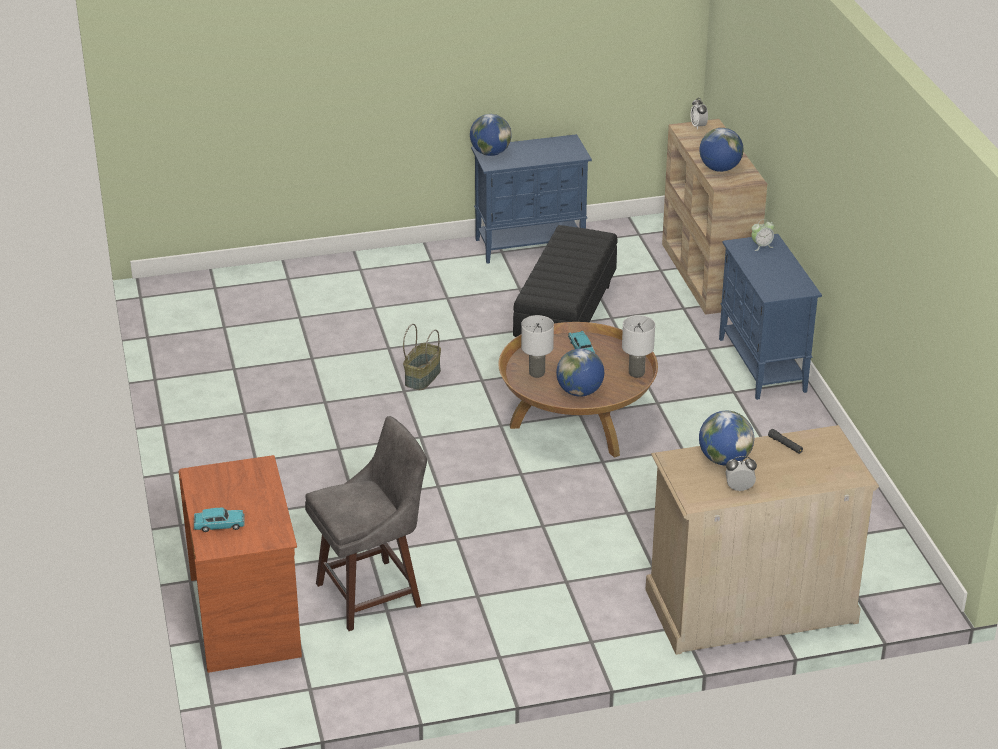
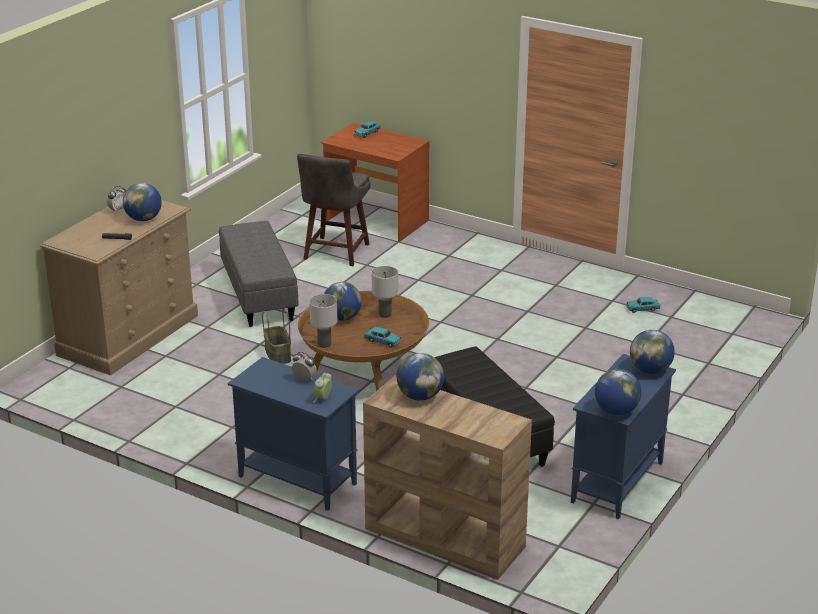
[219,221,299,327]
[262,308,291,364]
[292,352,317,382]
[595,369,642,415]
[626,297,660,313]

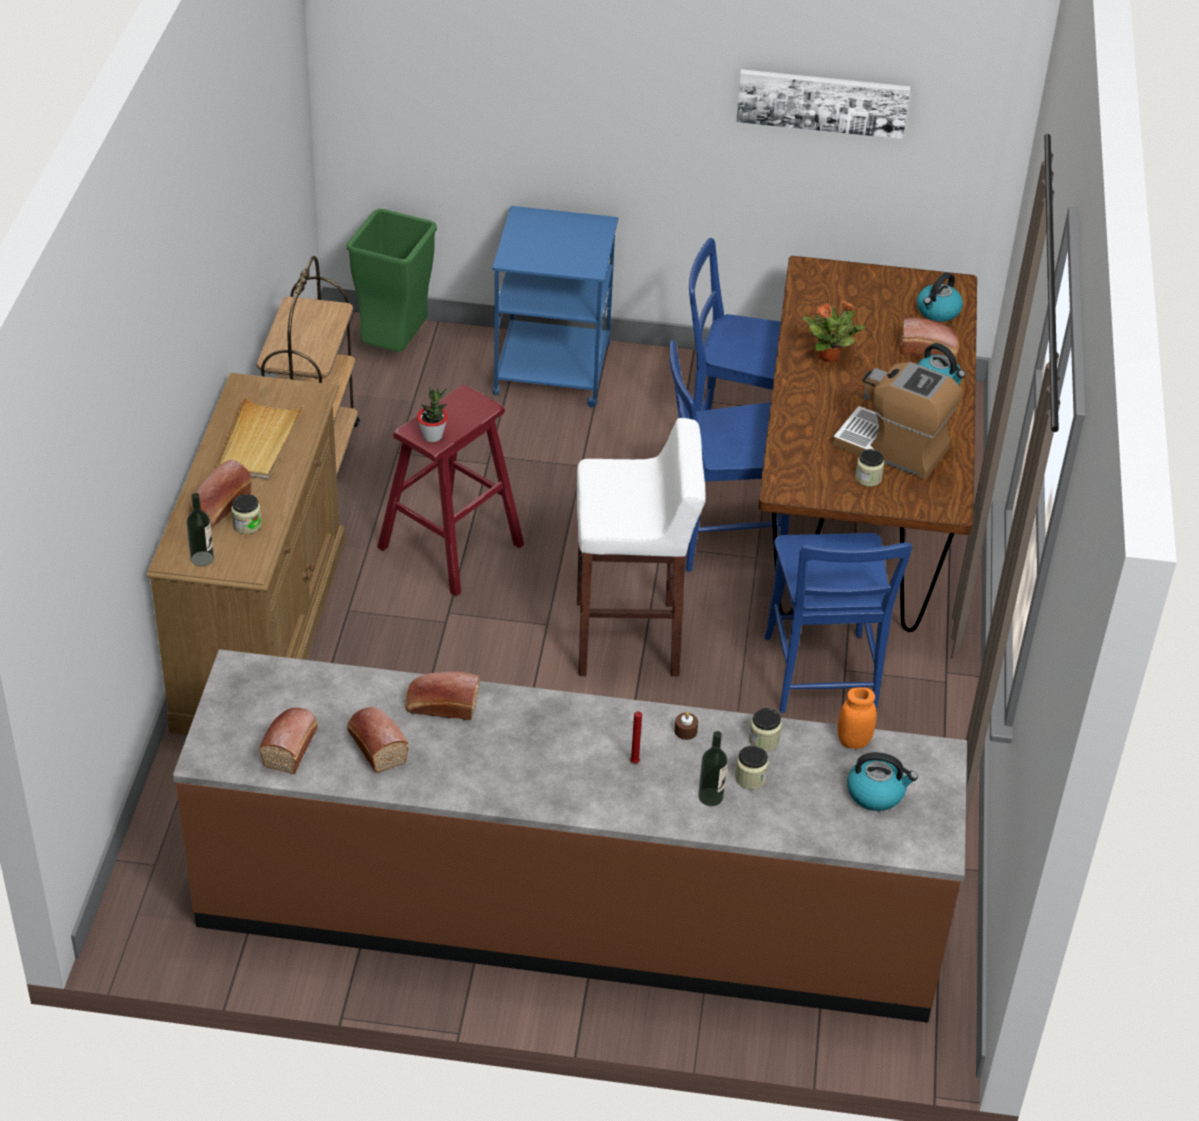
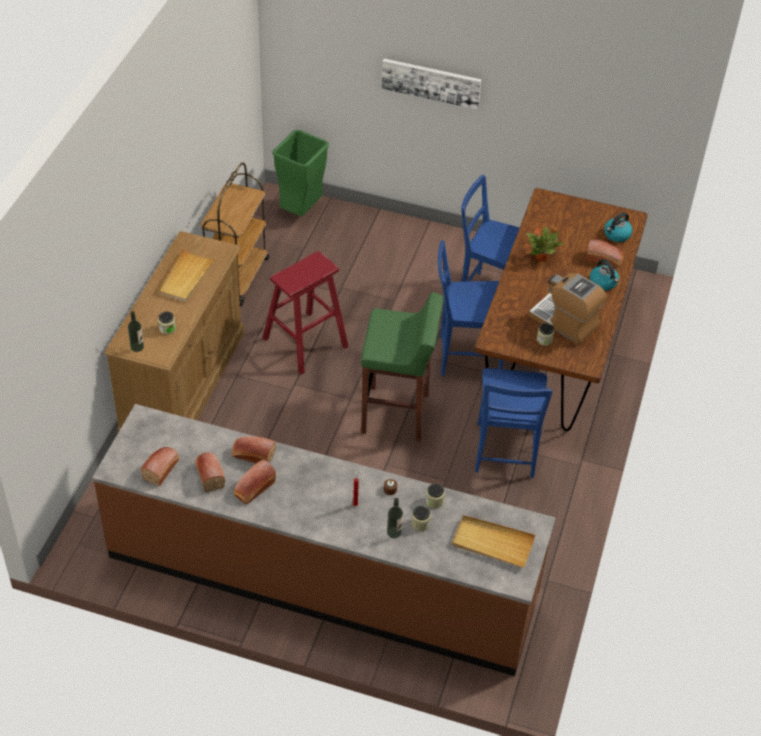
[234,460,276,504]
[361,292,443,441]
[381,58,482,110]
[452,515,535,568]
[417,388,448,442] (first image)
[492,206,618,407] (first image)
[837,687,877,749] (first image)

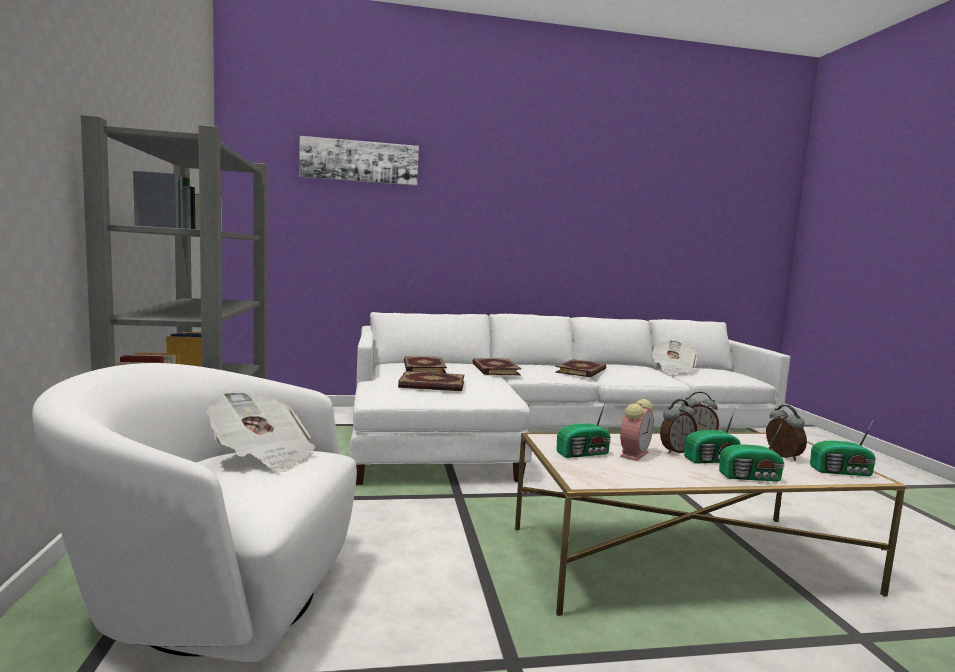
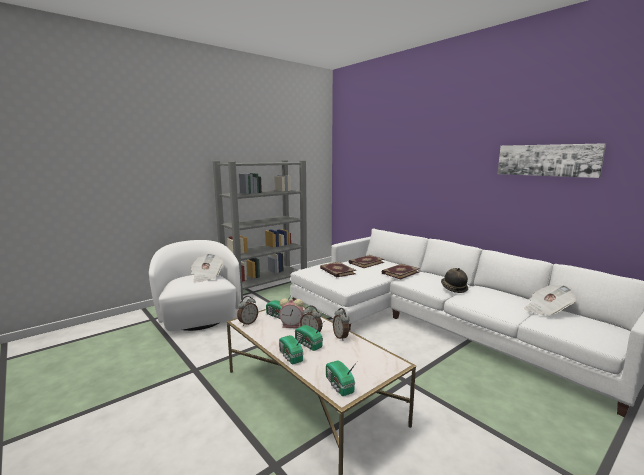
[237,296,258,326]
[441,268,468,293]
[498,143,606,178]

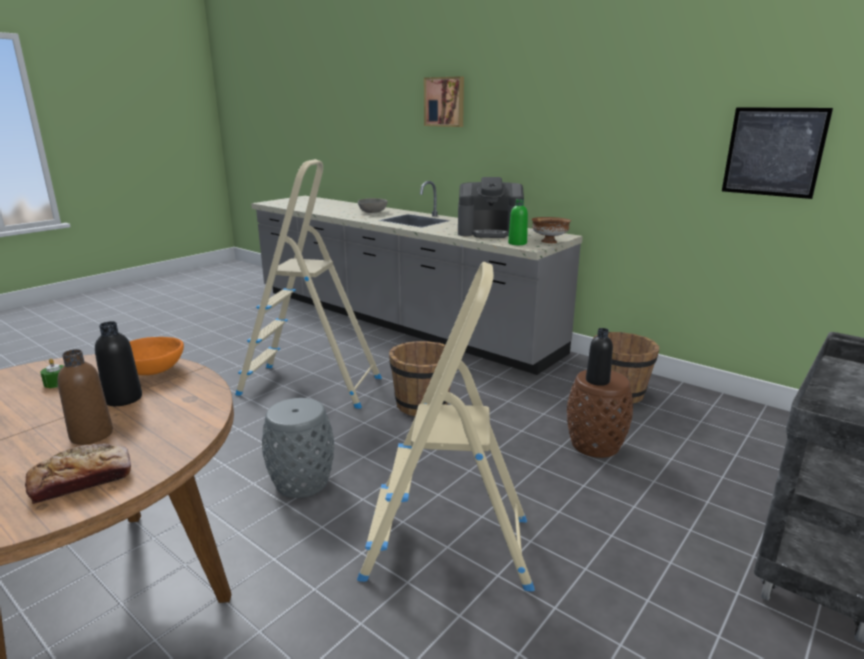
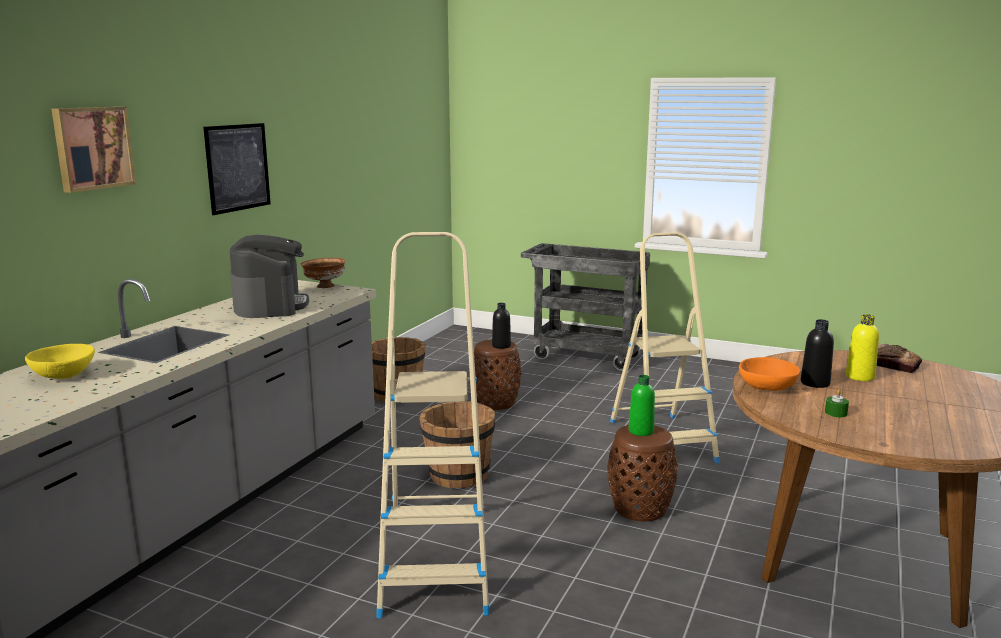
[25,344,95,379]
[203,123,271,215]
[607,425,678,521]
[629,375,655,436]
[846,314,879,381]

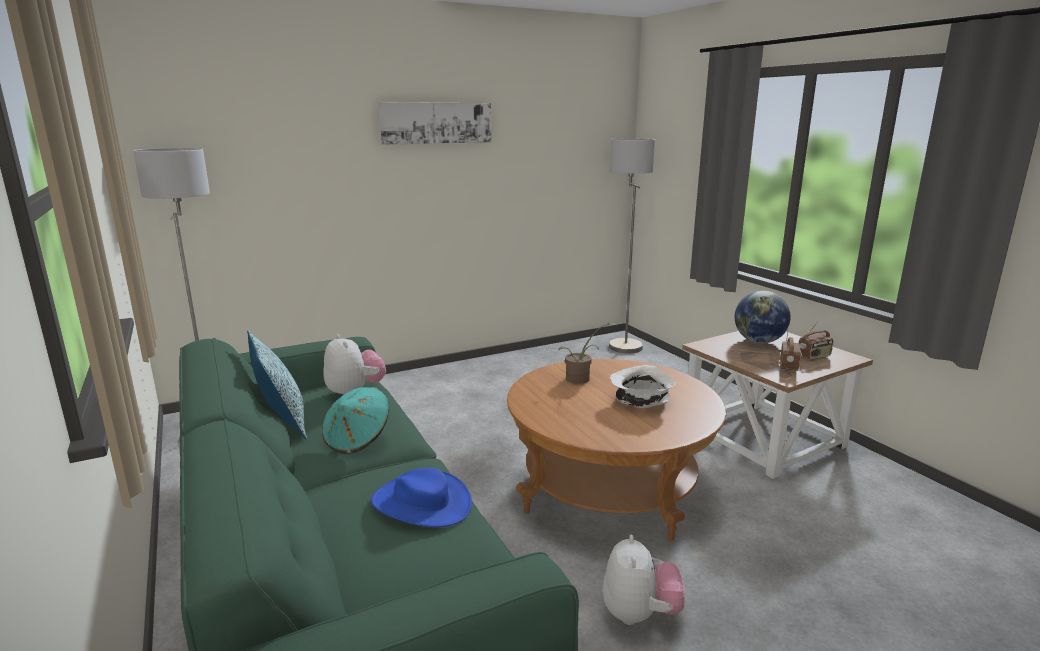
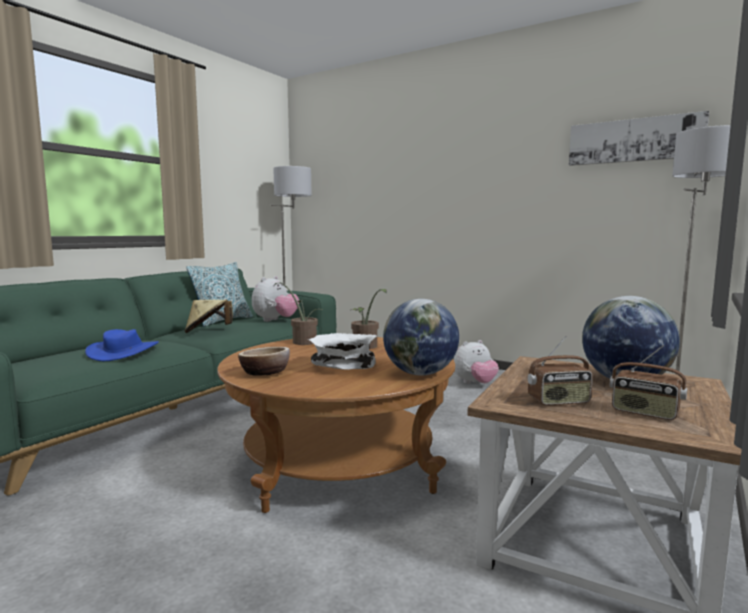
[185,299,232,333]
[238,347,290,376]
[274,282,324,345]
[383,299,459,376]
[453,340,499,384]
[569,111,709,166]

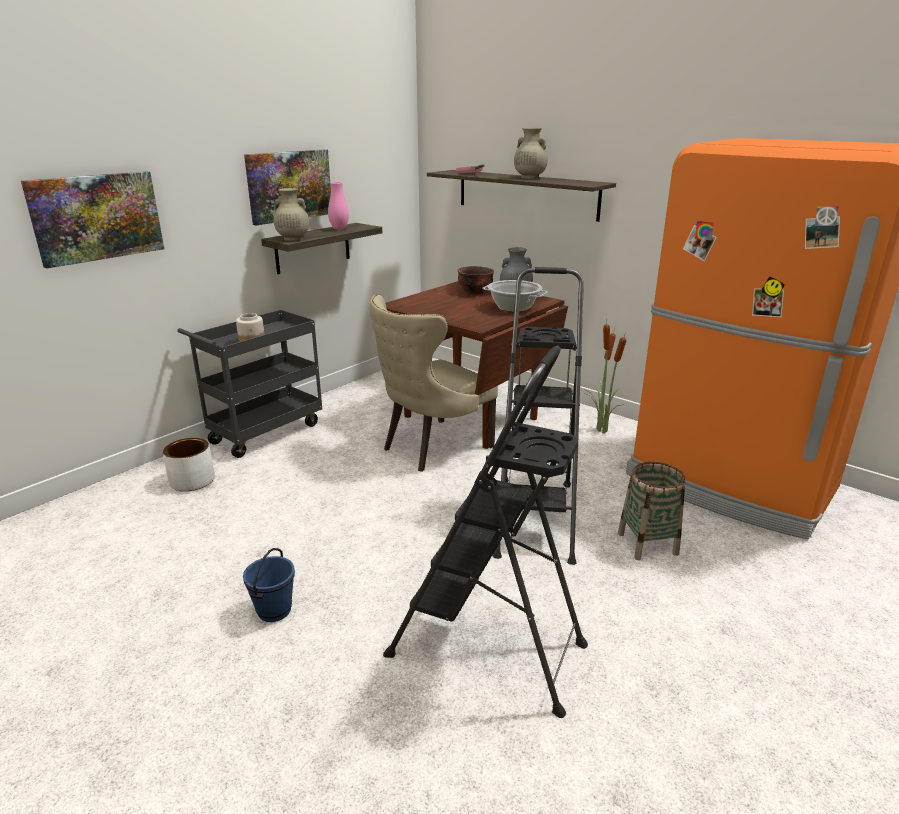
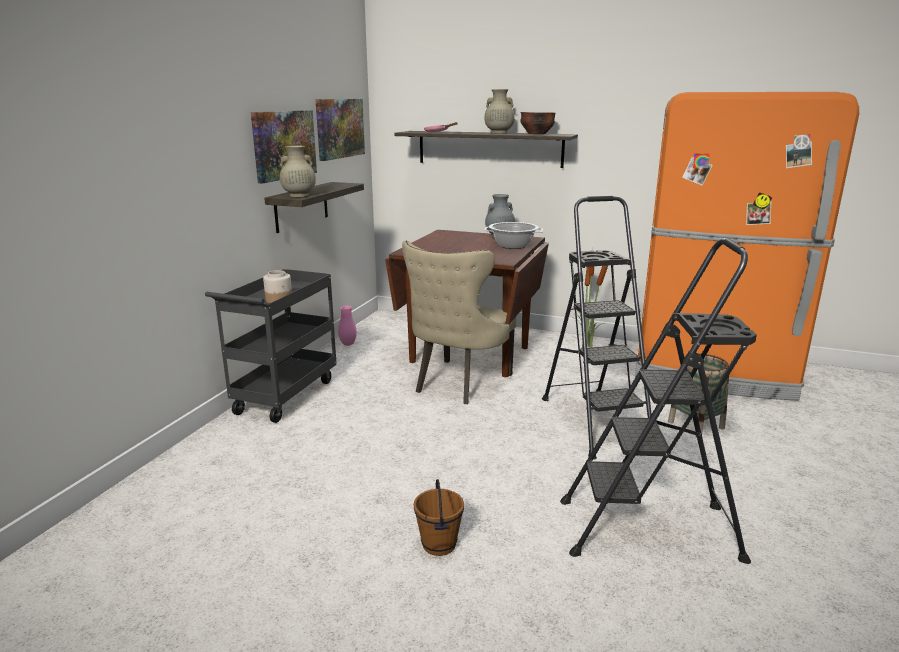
[315,99,365,161]
[338,306,357,346]
[414,479,464,556]
[520,112,556,134]
[163,438,215,492] (first image)

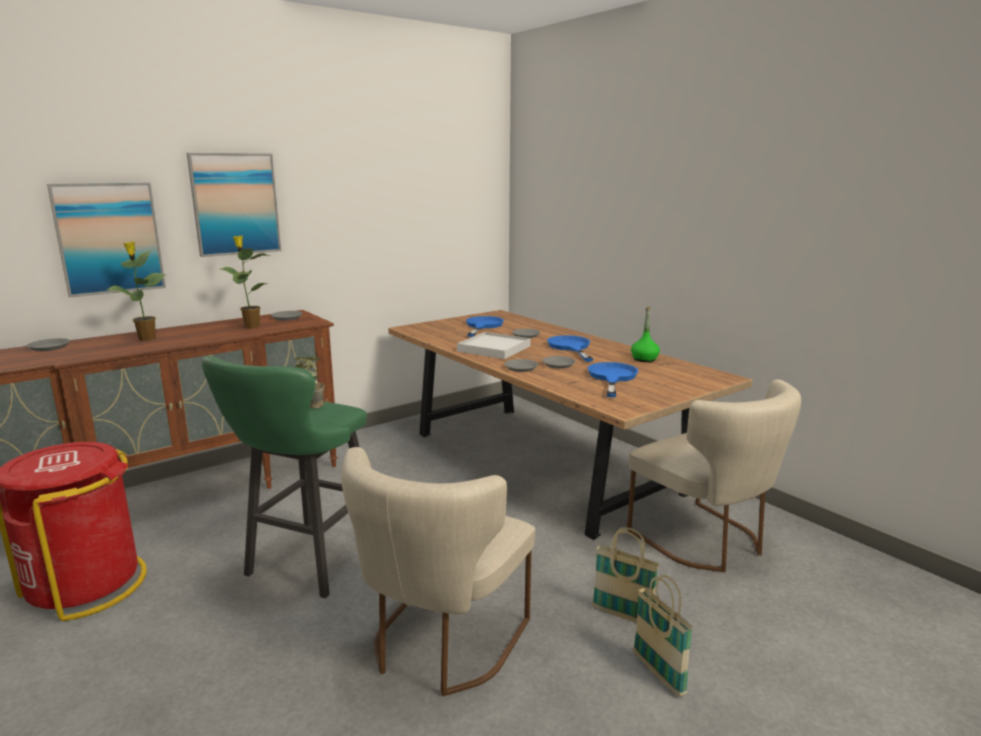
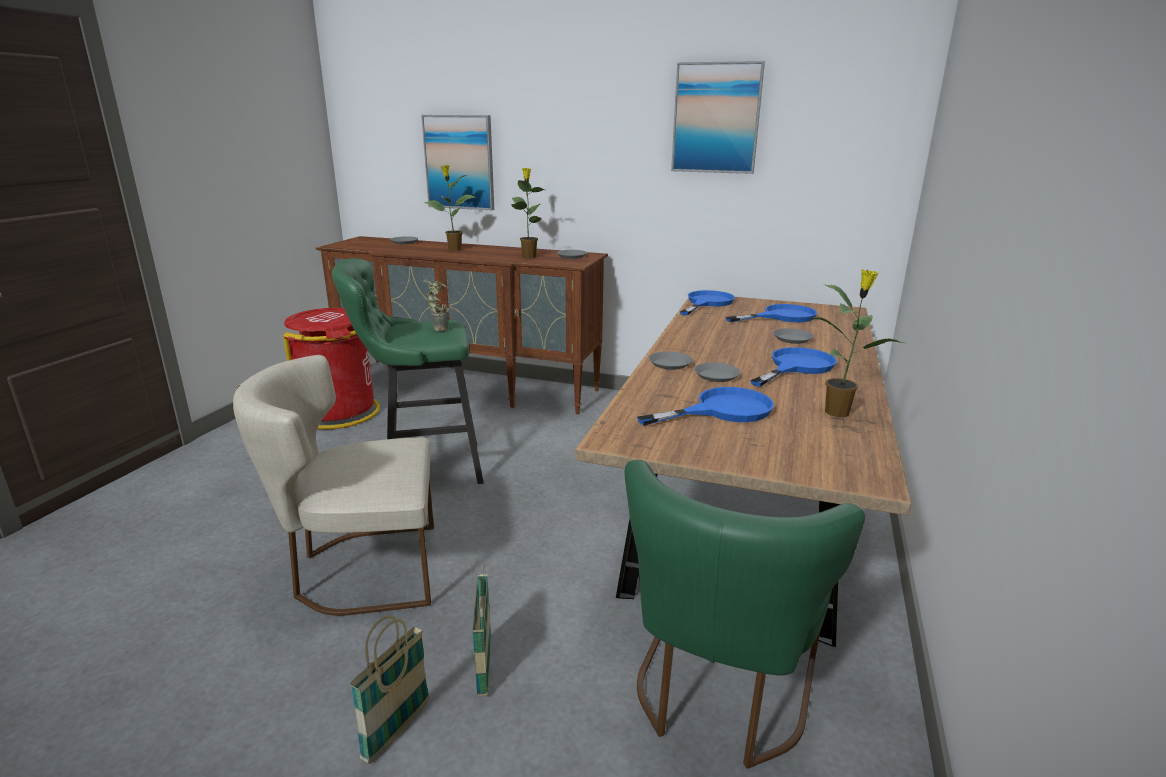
[625,460,865,769]
[671,61,765,174]
[680,290,735,316]
[811,270,904,417]
[457,332,530,359] (first image)

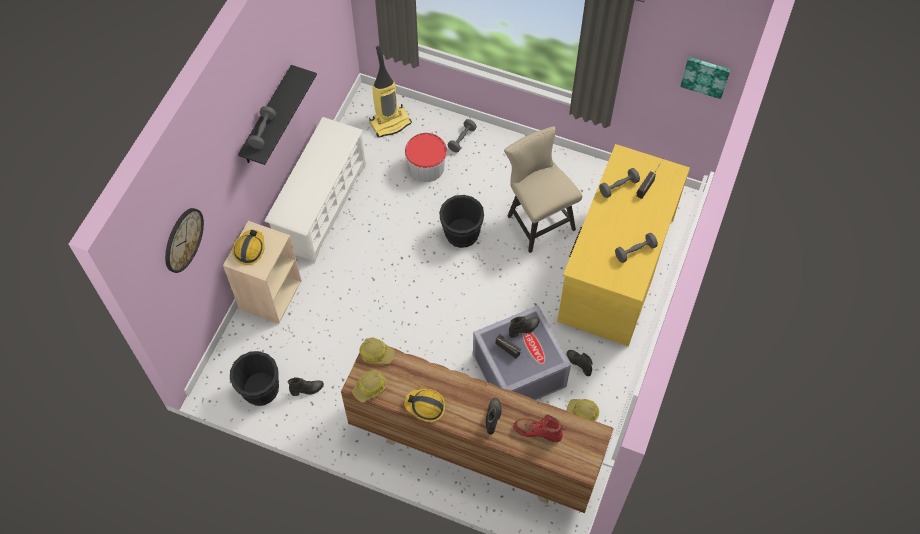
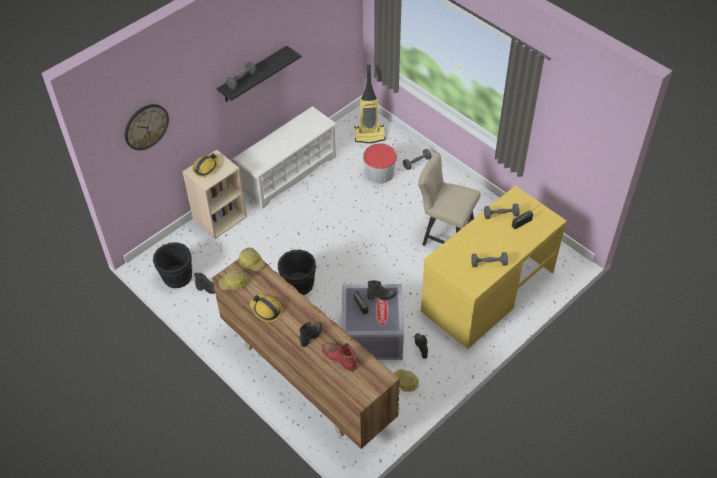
[278,250,316,295]
[418,152,481,246]
[680,57,731,99] (first image)

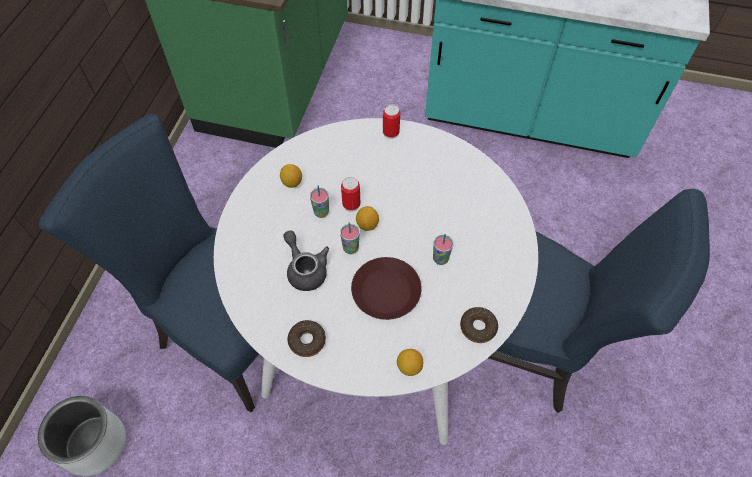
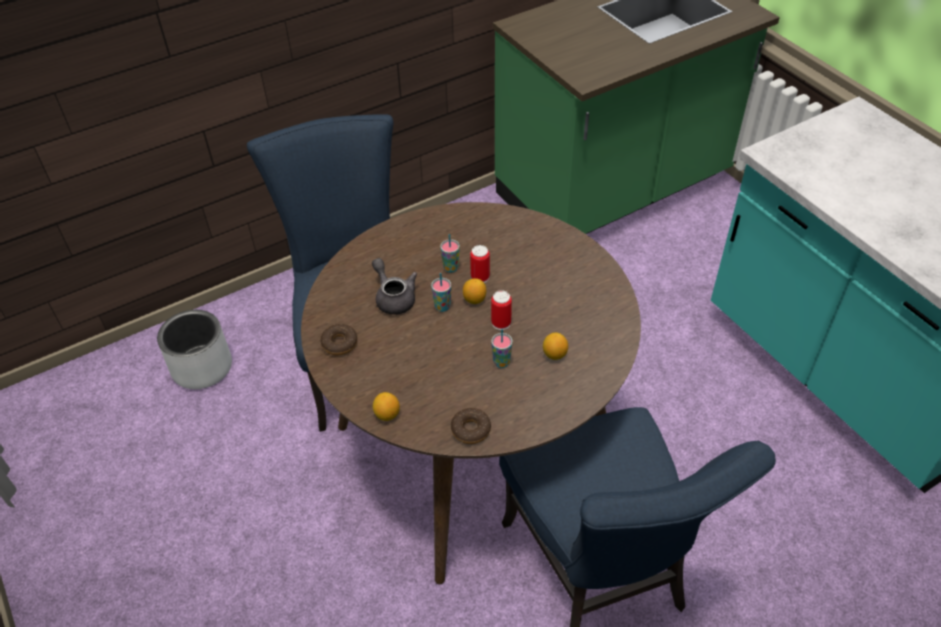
[301,202,641,584]
[372,258,417,315]
[491,290,512,330]
[543,332,568,360]
[351,257,422,320] (first image)

